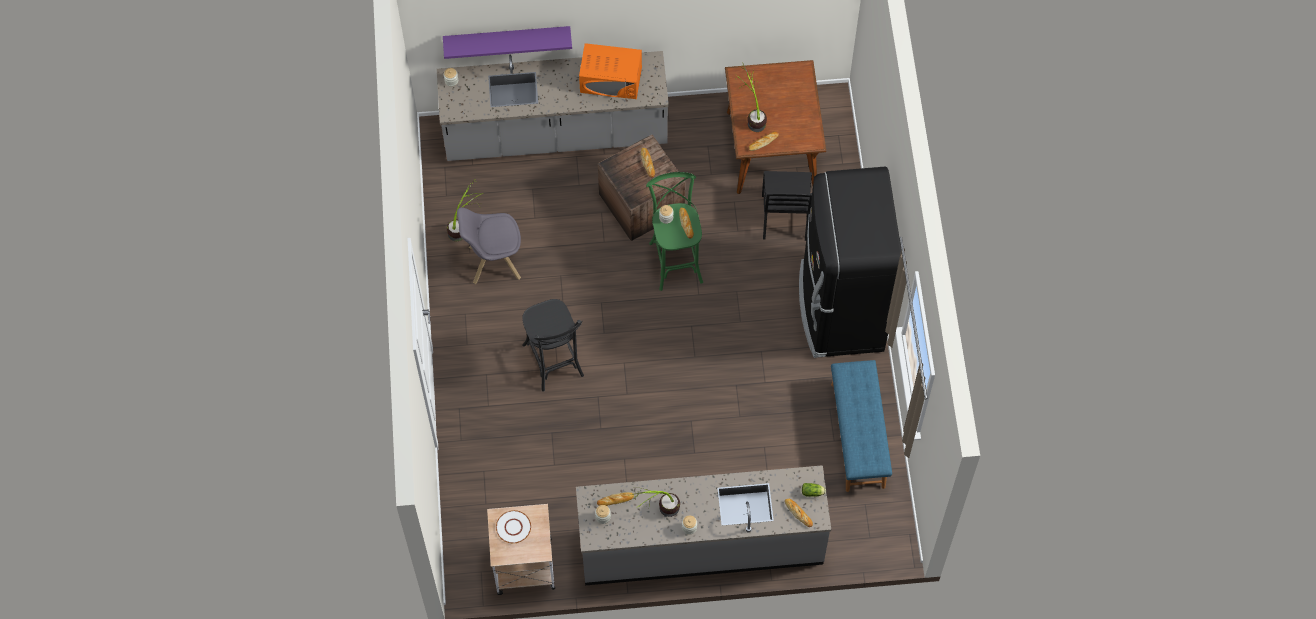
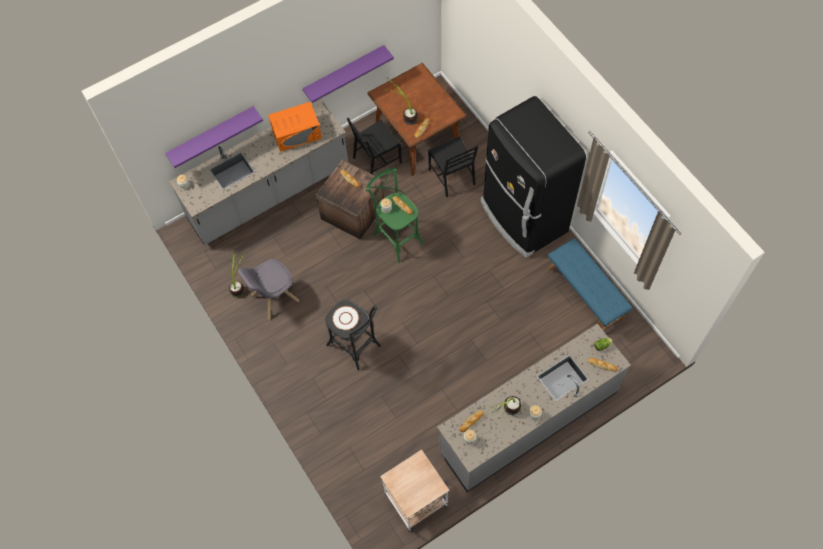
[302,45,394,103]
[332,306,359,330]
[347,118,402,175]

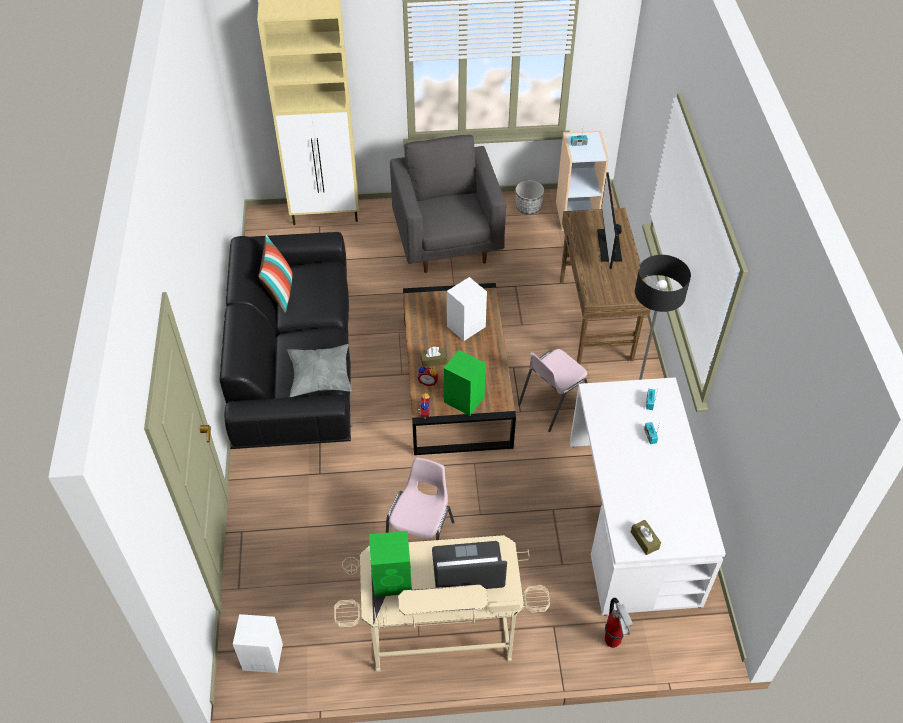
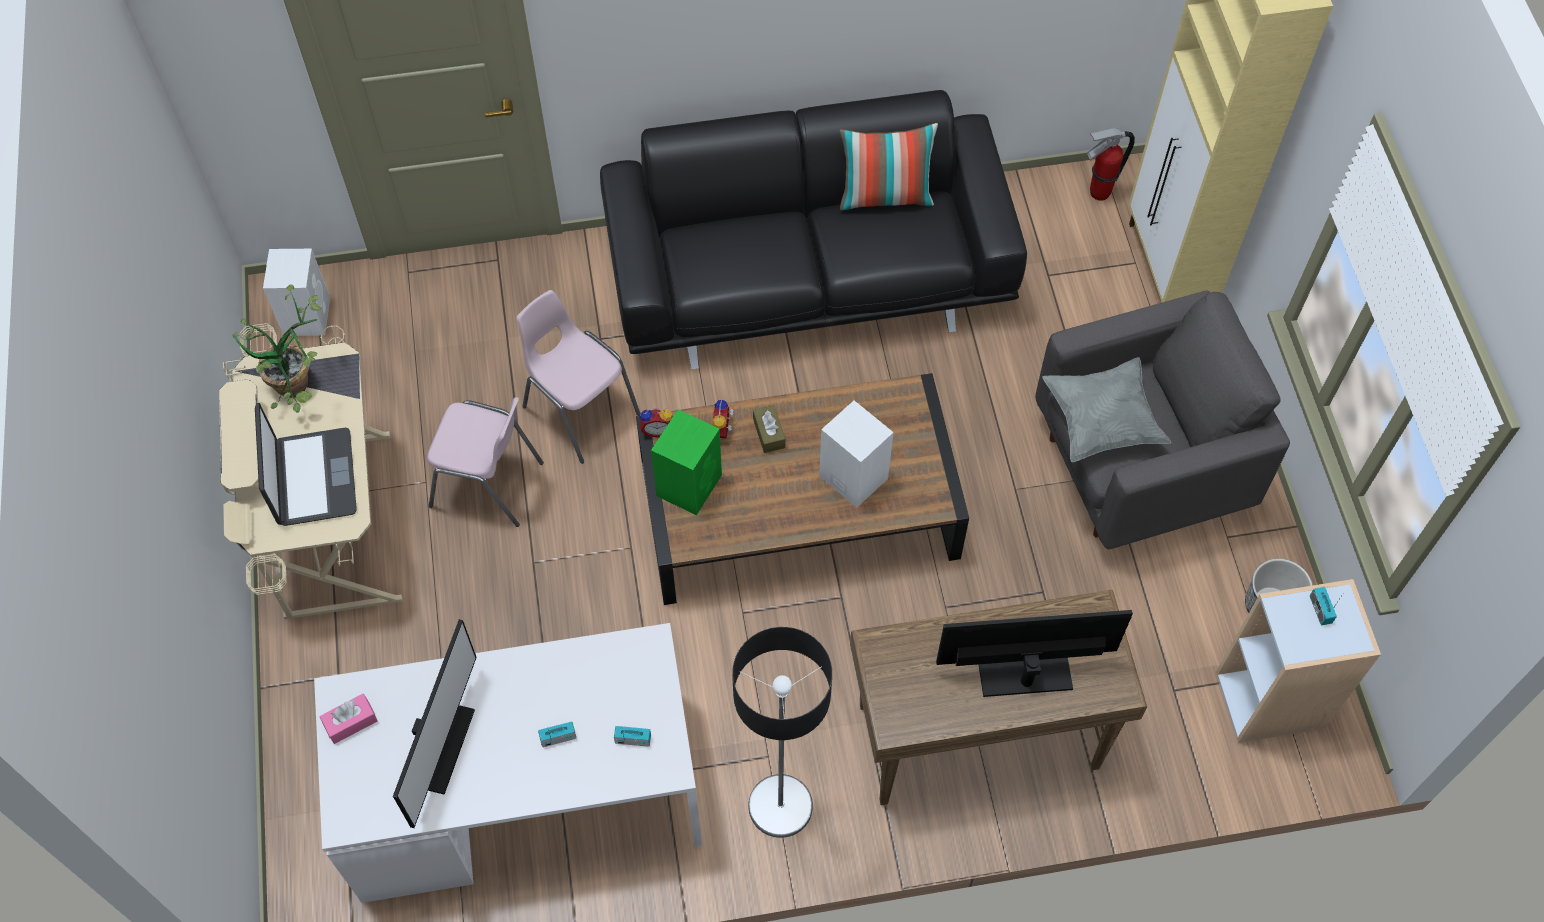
[232,284,322,413]
[320,694,378,744]
[393,619,477,828]
[516,290,641,464]
[1043,357,1171,462]
[1086,128,1135,201]

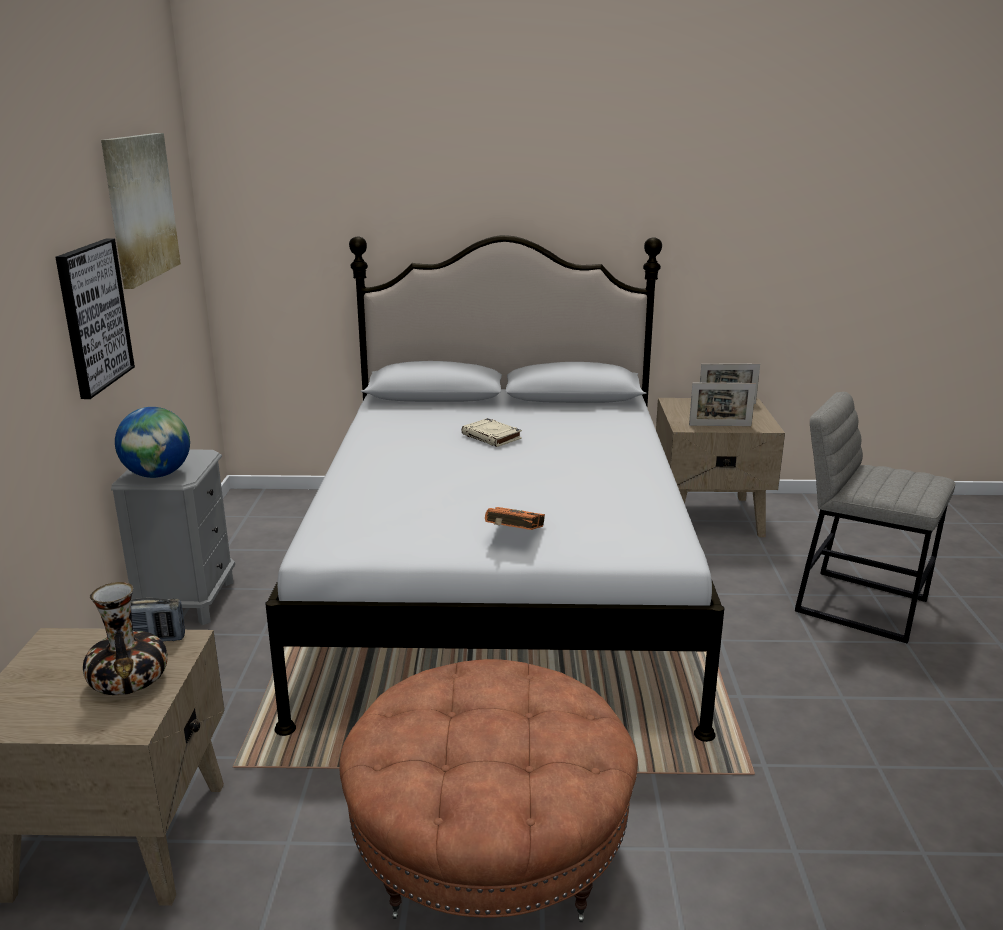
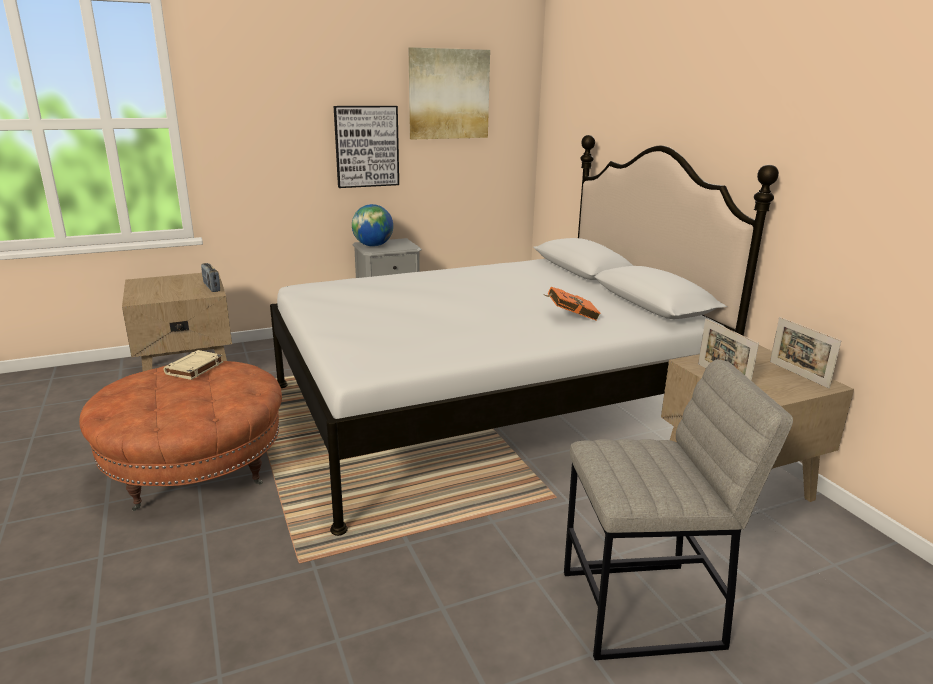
[164,350,223,380]
[544,287,600,321]
[564,359,793,660]
[83,582,168,695] (first image)

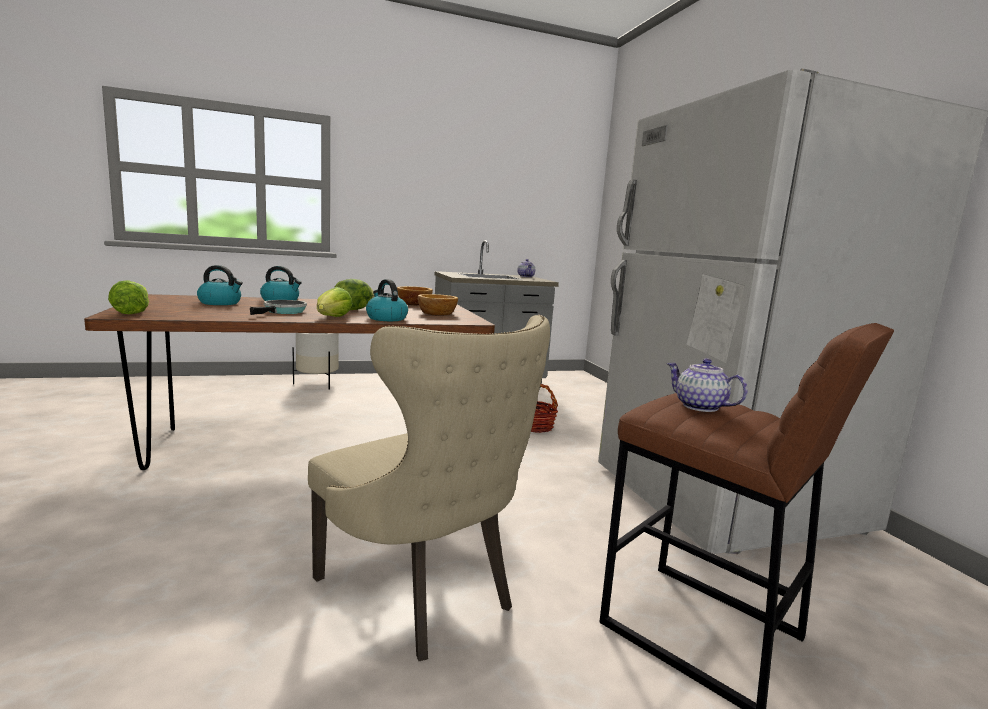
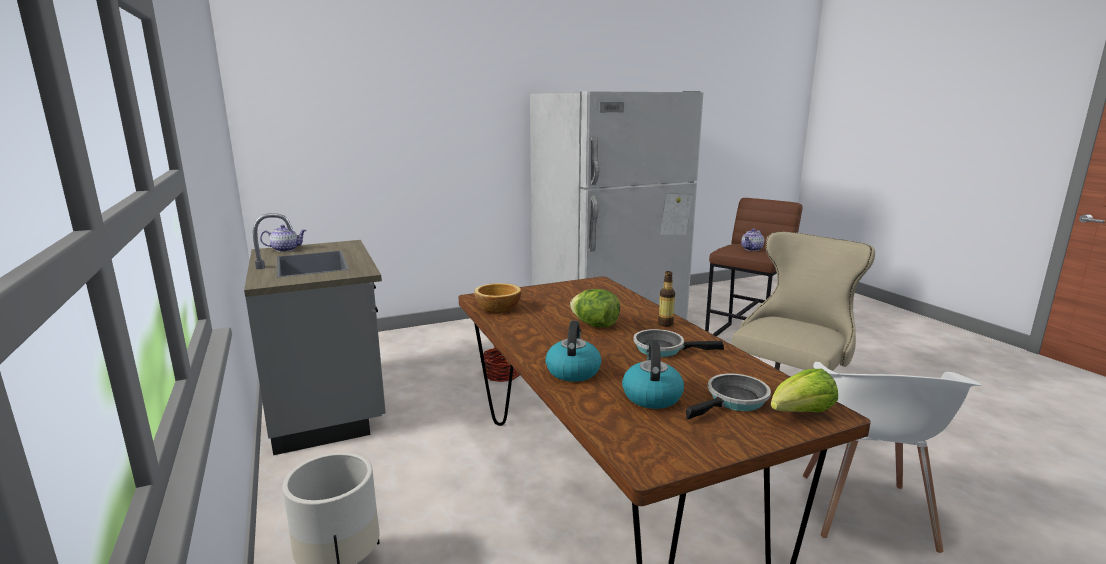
[658,271,675,327]
[686,374,771,420]
[803,362,982,553]
[366,279,408,321] (first image)
[418,294,458,316] (first image)

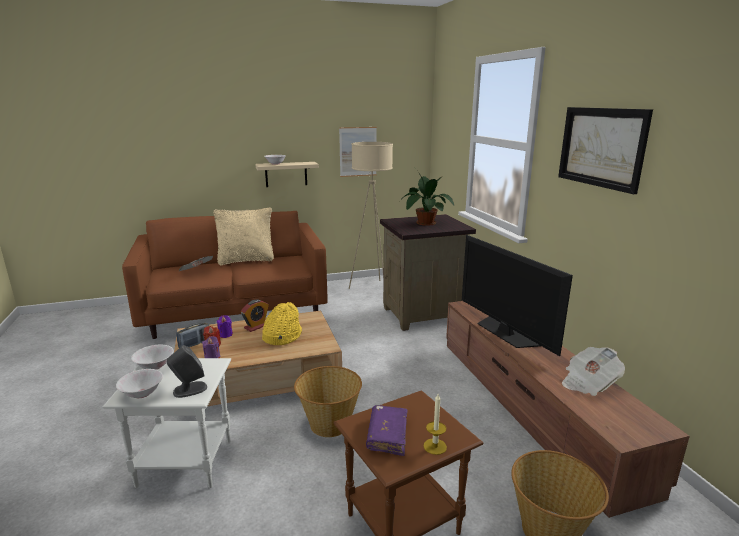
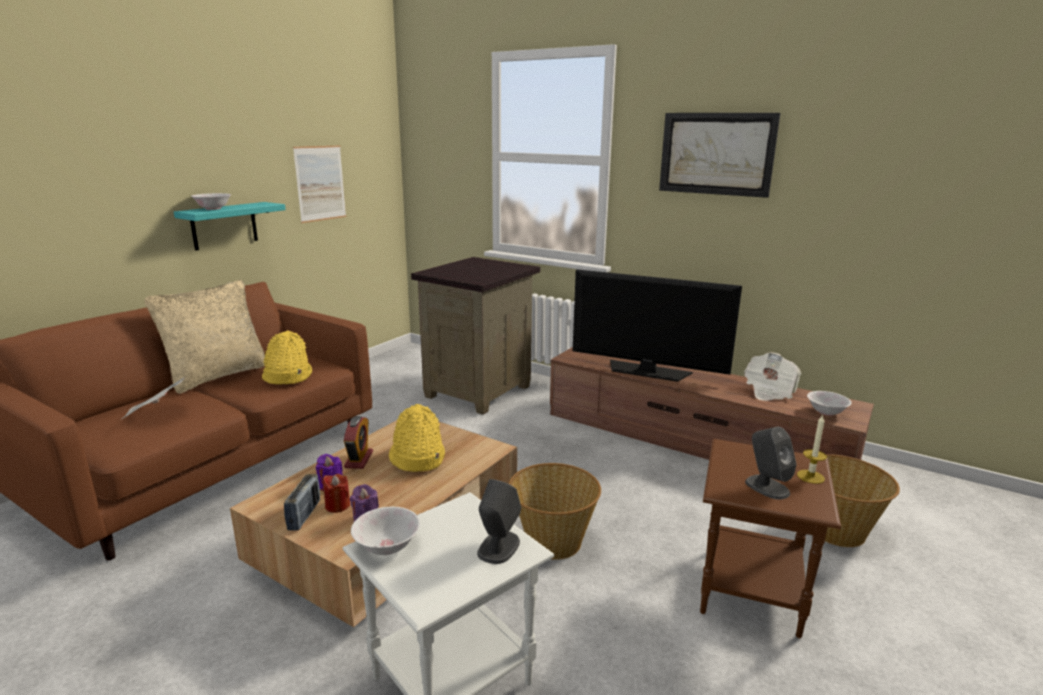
[174,202,286,251]
[262,330,312,384]
[745,427,797,500]
[807,391,852,416]
[349,142,393,289] (first image)
[400,172,454,226] (first image)

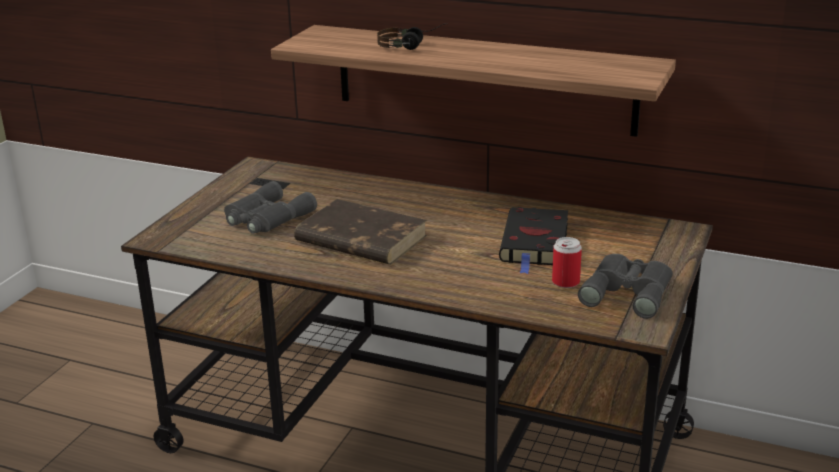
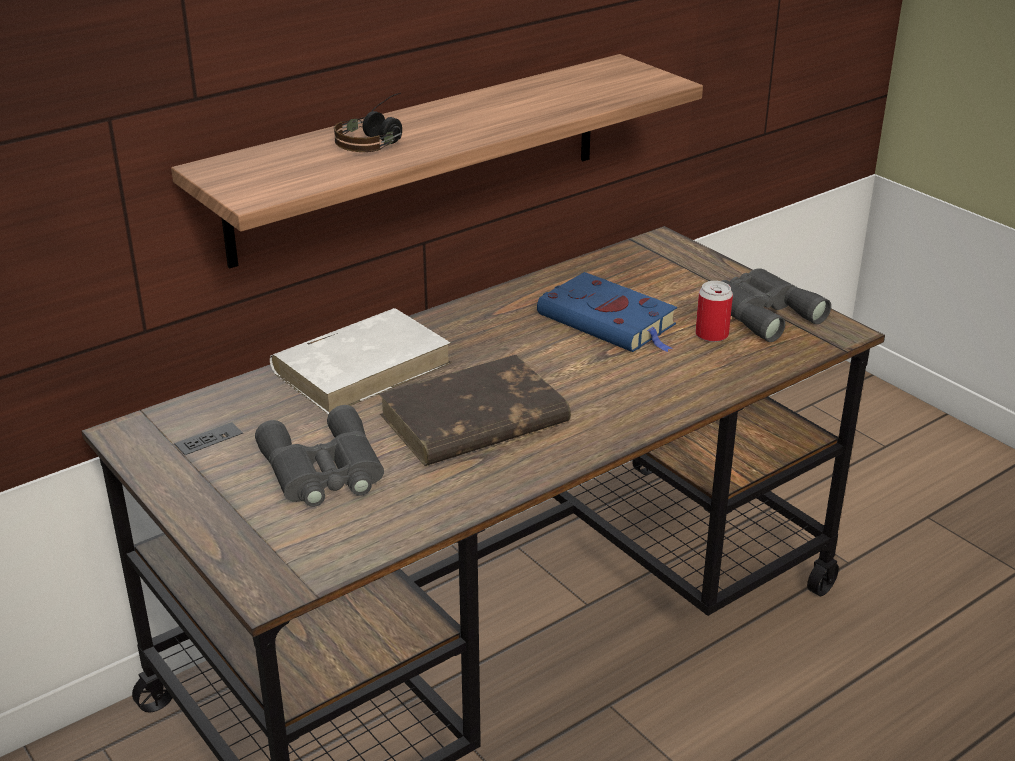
[270,308,452,415]
[537,272,677,352]

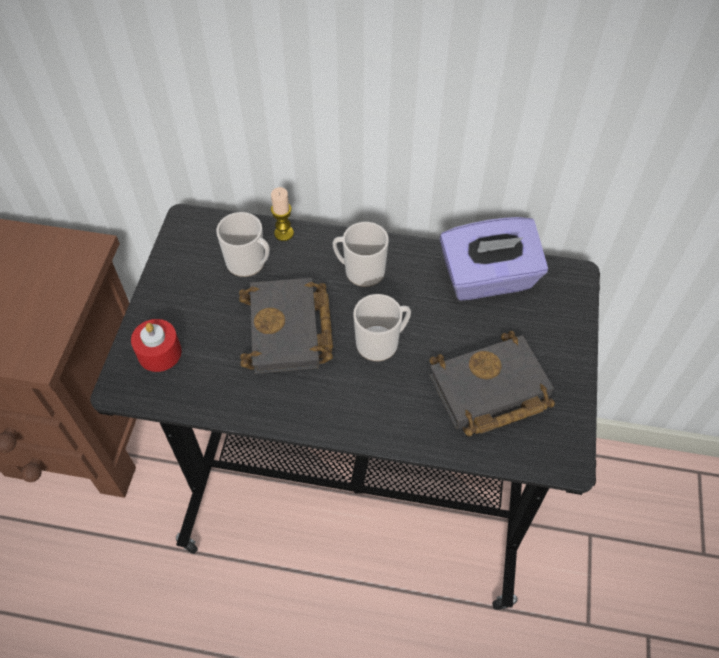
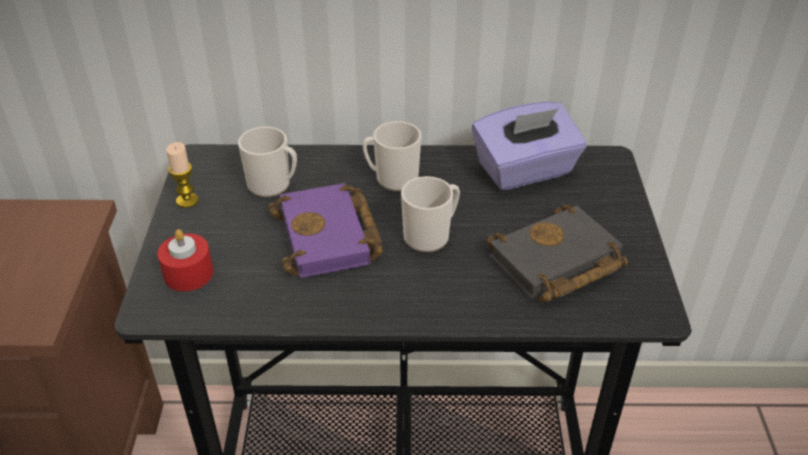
[166,142,199,208]
[269,183,383,278]

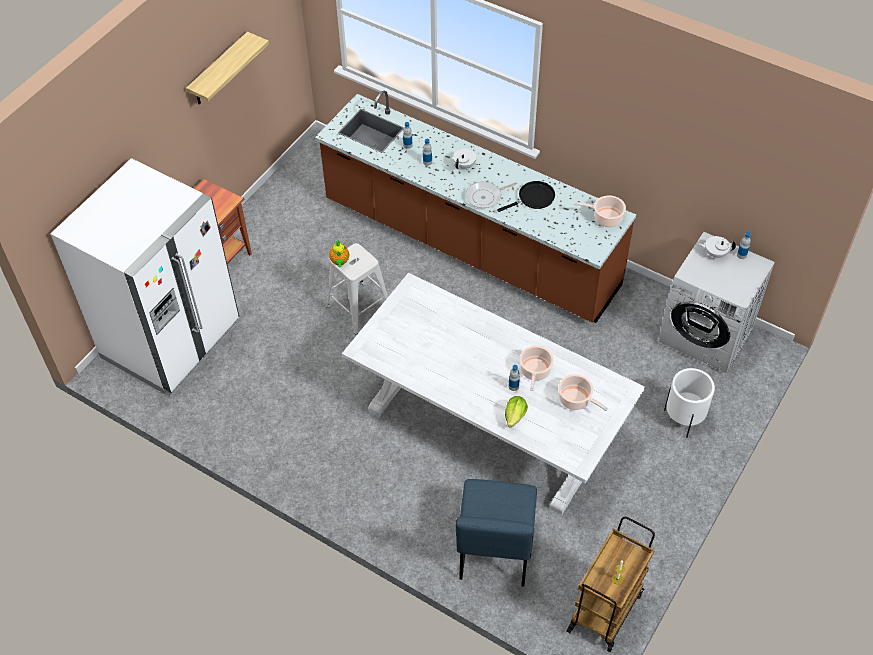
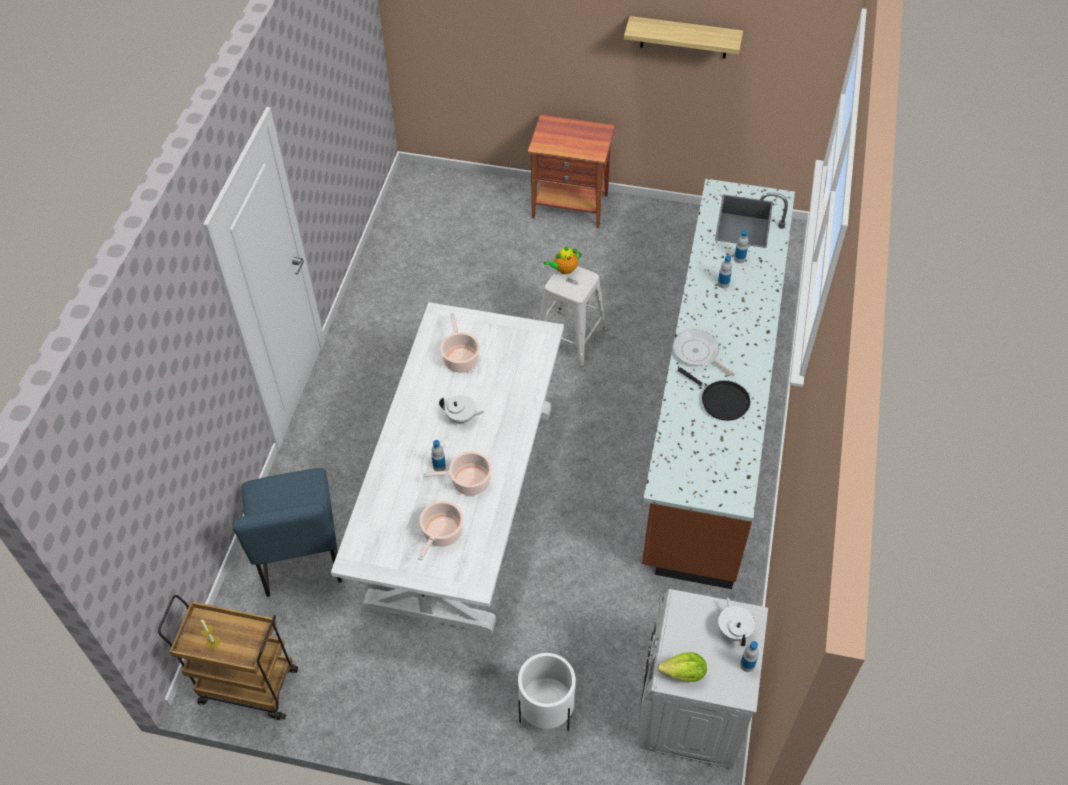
[232,468,342,597]
[439,395,484,424]
[440,313,480,373]
[658,652,707,682]
[51,158,239,396] (first image)

